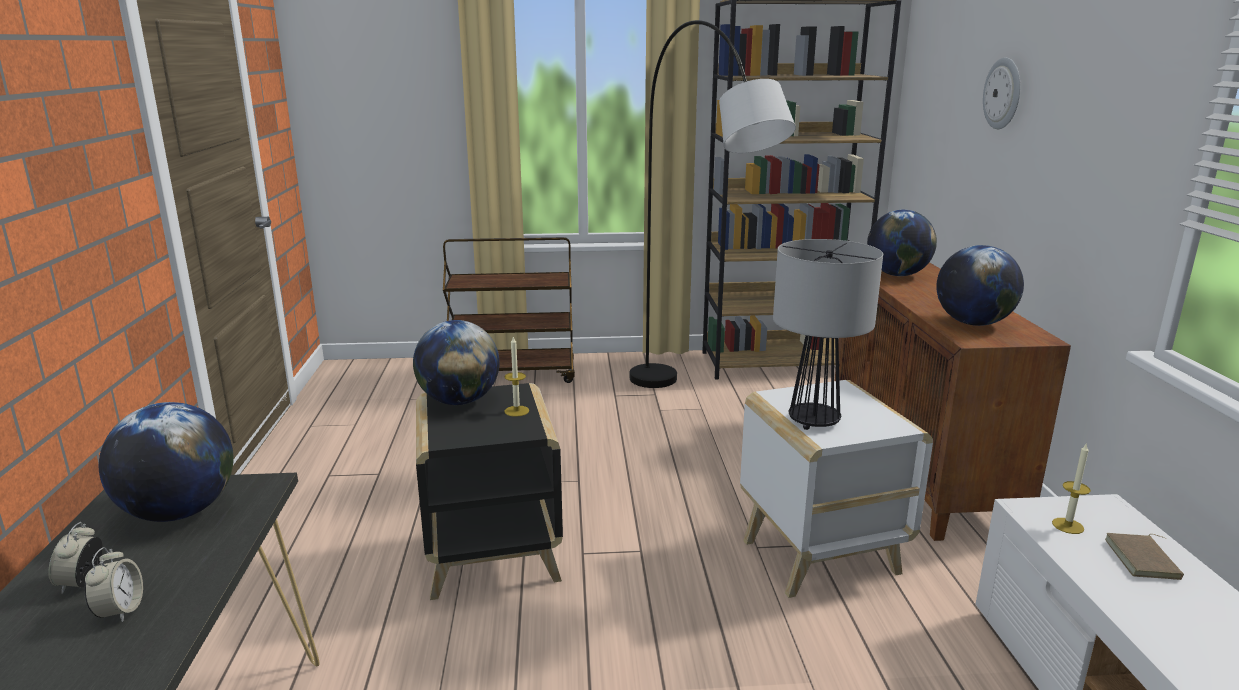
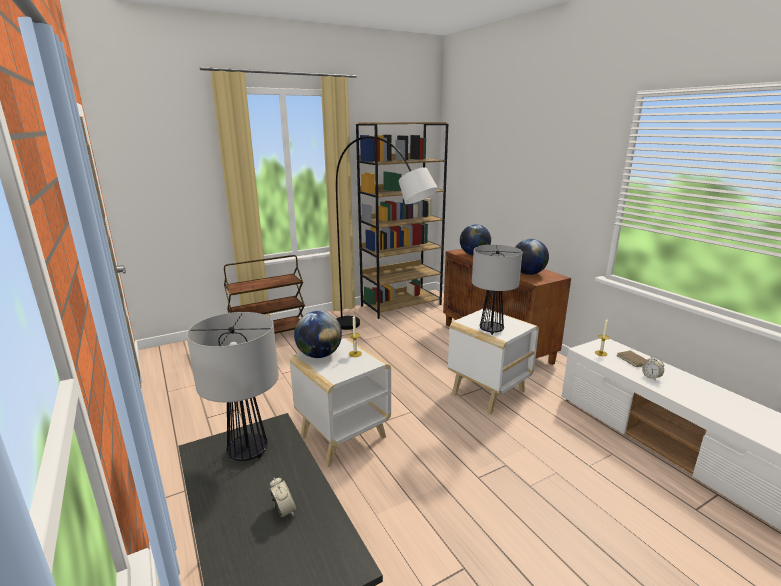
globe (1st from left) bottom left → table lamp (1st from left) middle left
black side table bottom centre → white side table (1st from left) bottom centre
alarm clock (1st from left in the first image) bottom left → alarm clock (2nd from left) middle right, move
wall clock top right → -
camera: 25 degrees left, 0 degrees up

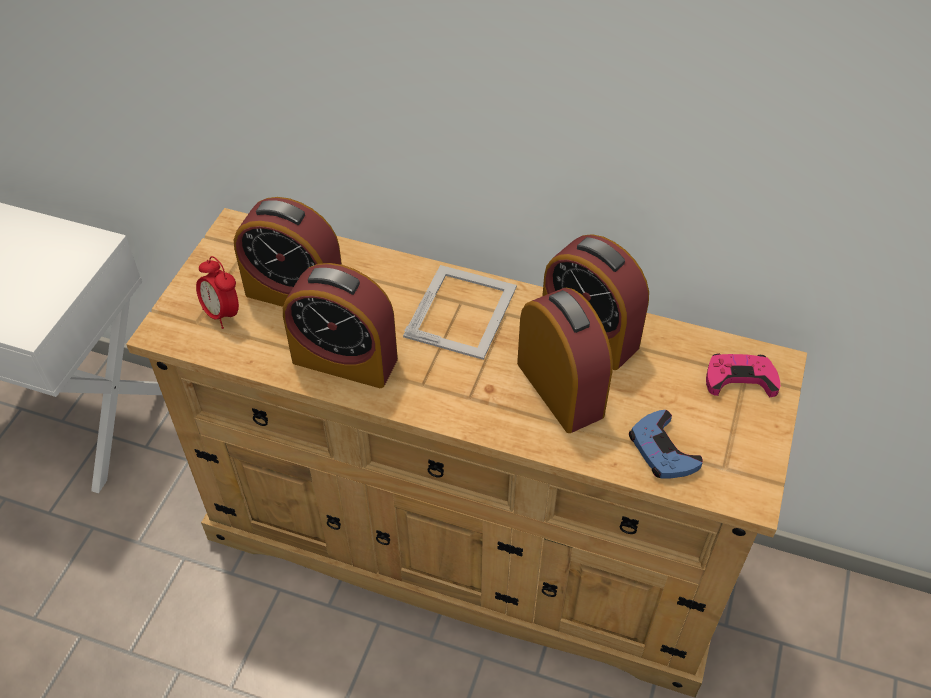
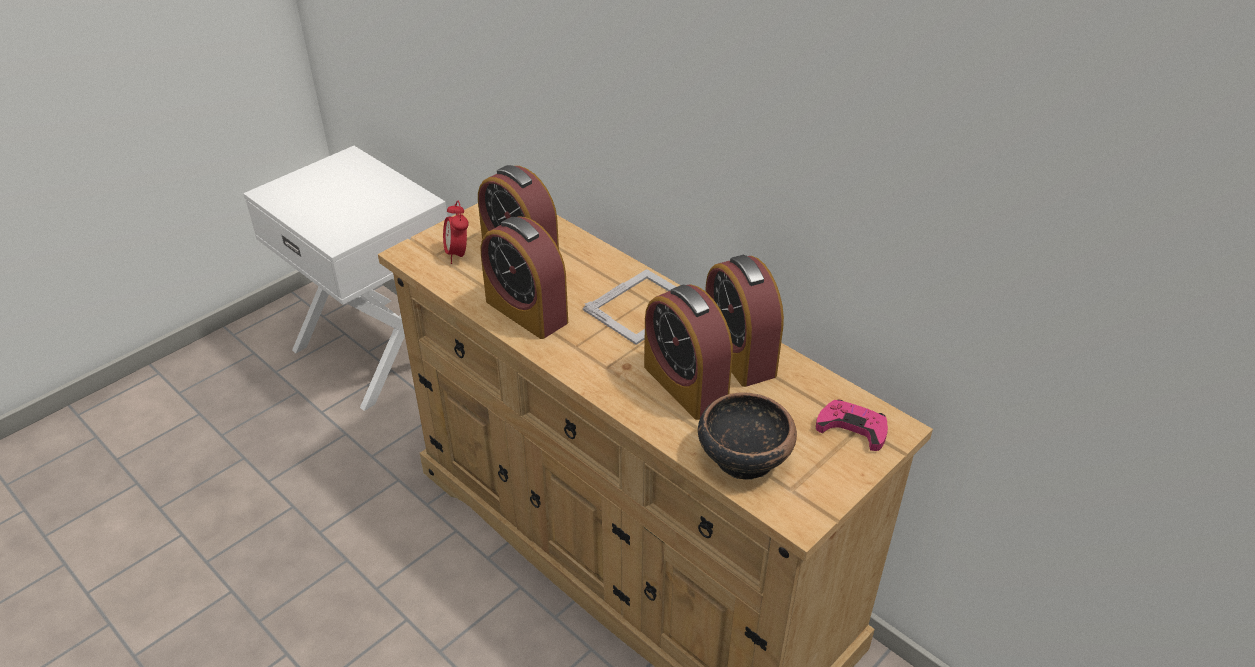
alarm clock (4th from left) centre, 150 degrees clockwise
blue game controller middle right → bowl centre
camera: 25 degrees right, 10 degrees down

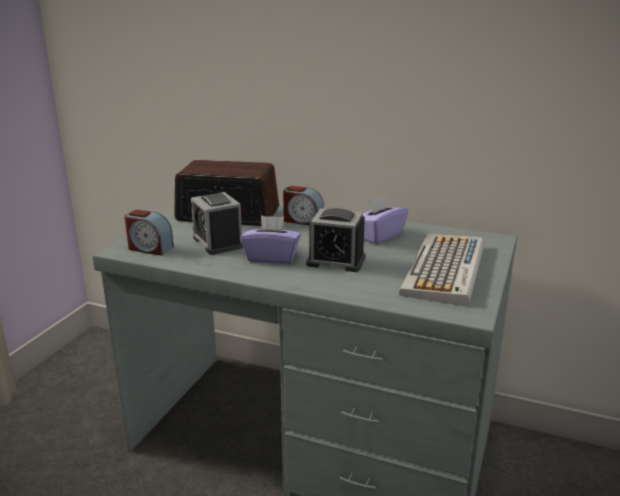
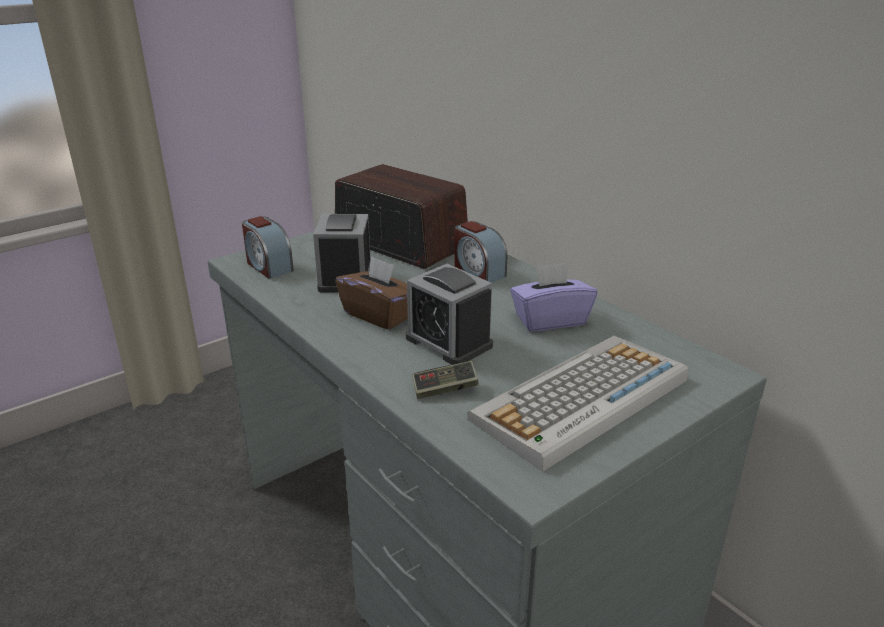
purple tissue box (1st from left) centre → brown tissue box centre
- → game controller centre
camera: 30 degrees right, 5 degrees up

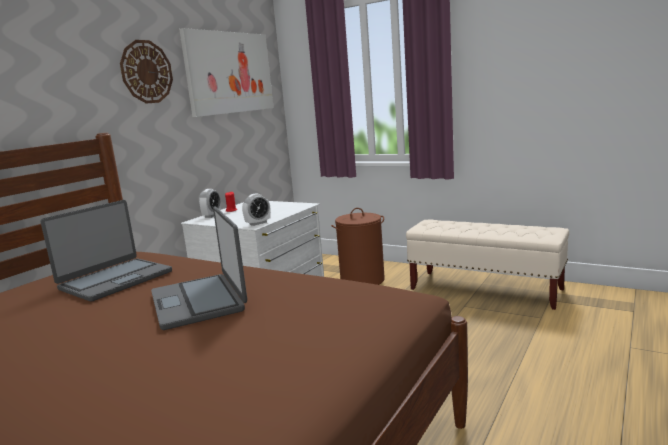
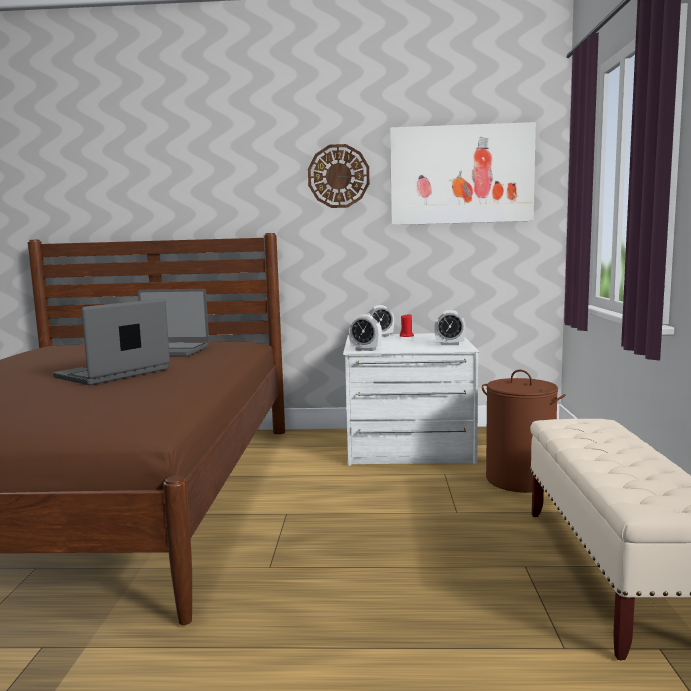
- → alarm clock (3rd from left) centre
camera: 60 degrees right, 5 degrees down

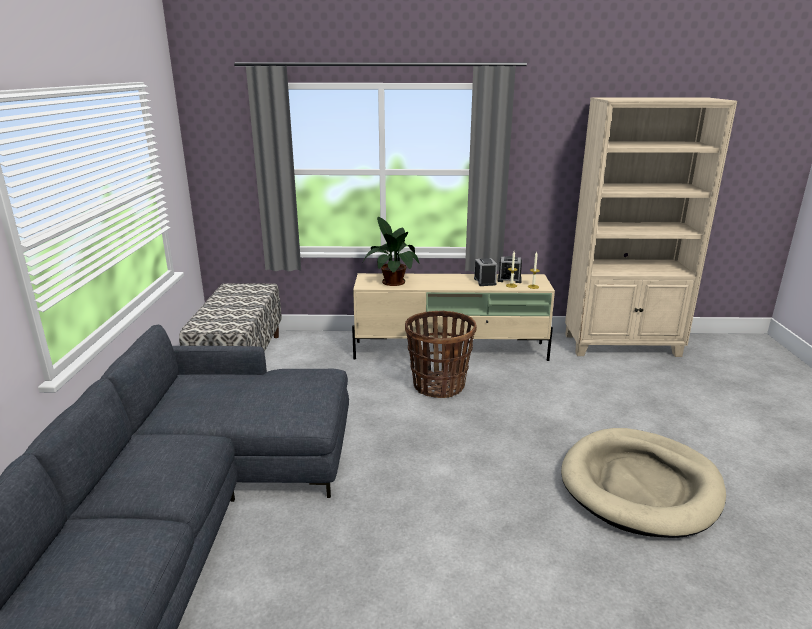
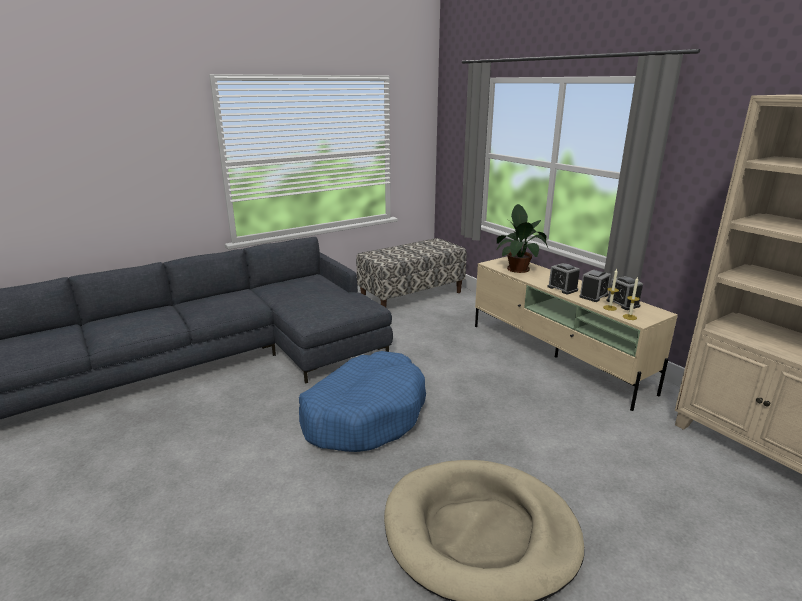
- → blue dog bed bottom centre
- → alarm clock (1st from left) middle right
basket centre → -
camera: 55 degrees right, 0 degrees up

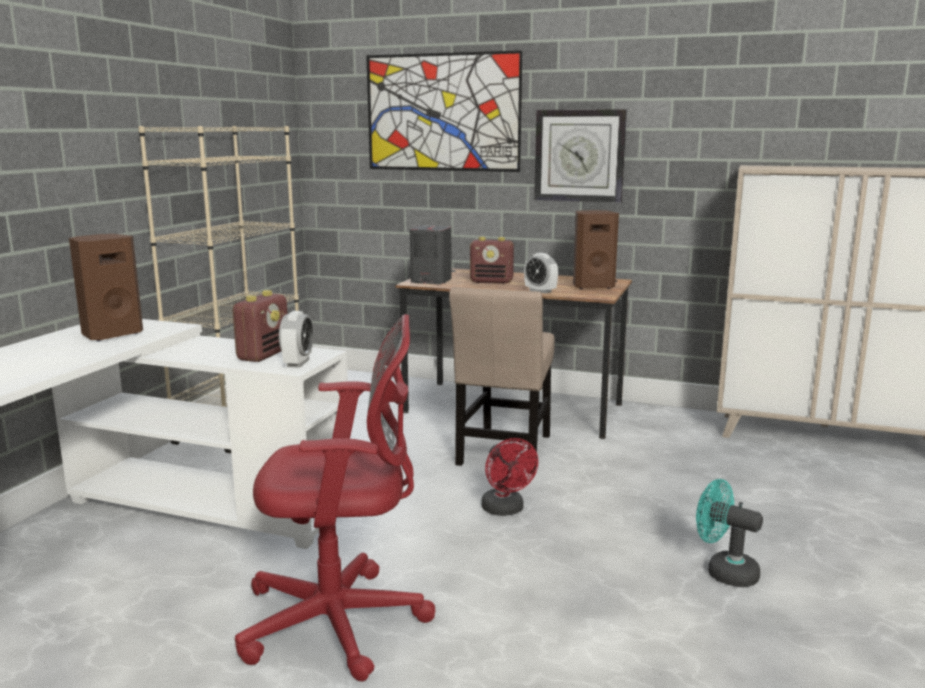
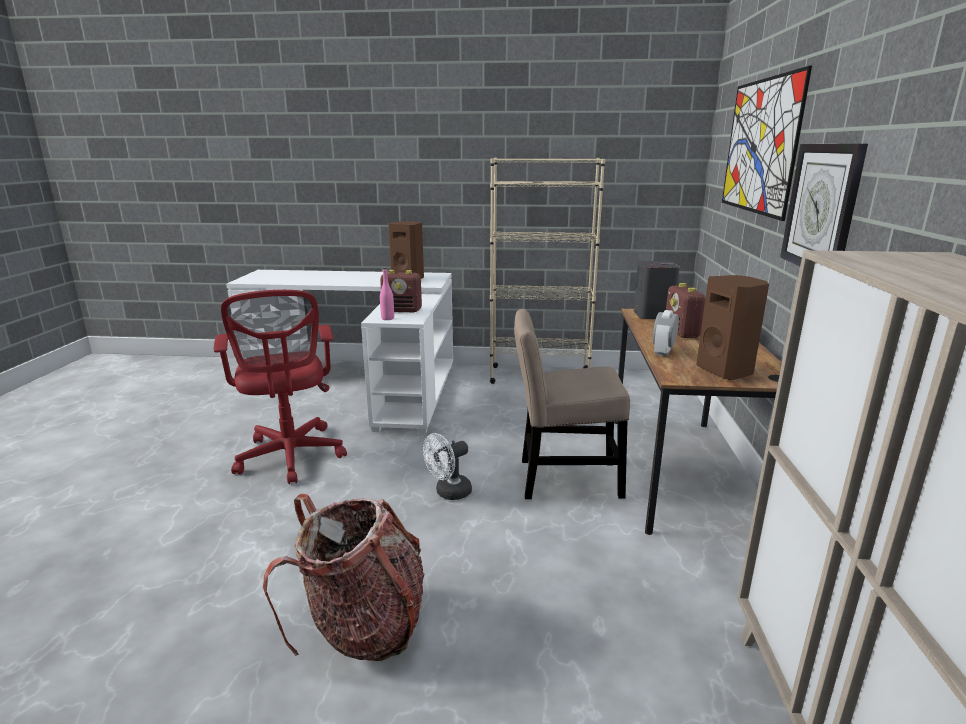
turquoise fan bottom right → backpack bottom centre
alarm clock (1st from left) middle left → pink bottle centre
red fan bottom centre → white fan centre
camera: 75 degrees right, 5 degrees up

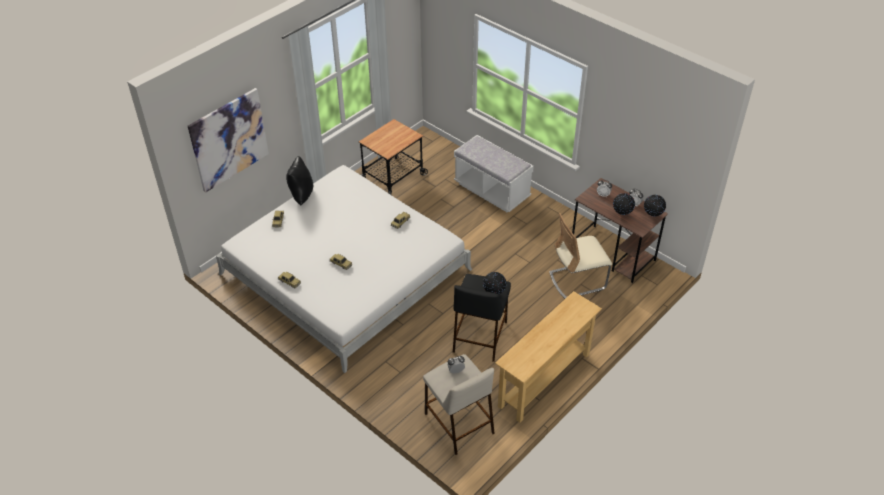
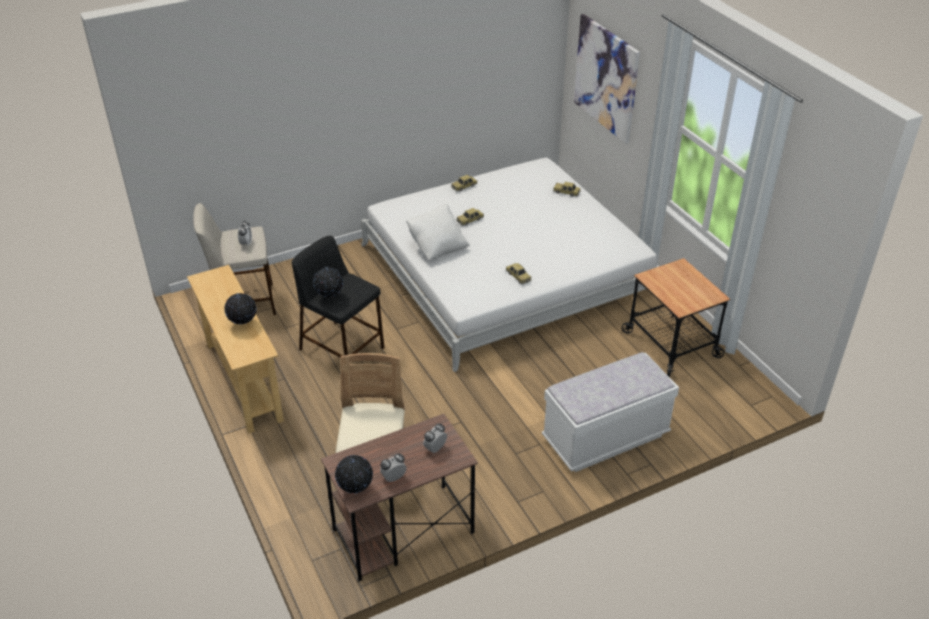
globe (2nd from left in the first image) middle right → globe (1st from left) middle left, move
- → white pillow centre
black pillow centre → -
camera: 110 degrees right, 5 degrees down

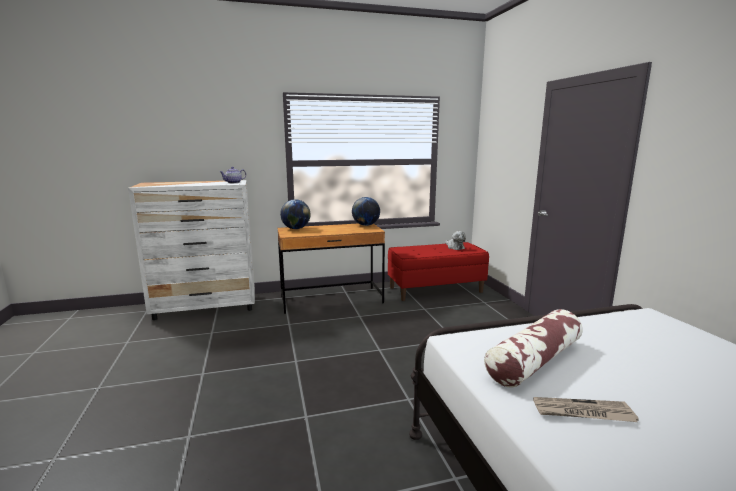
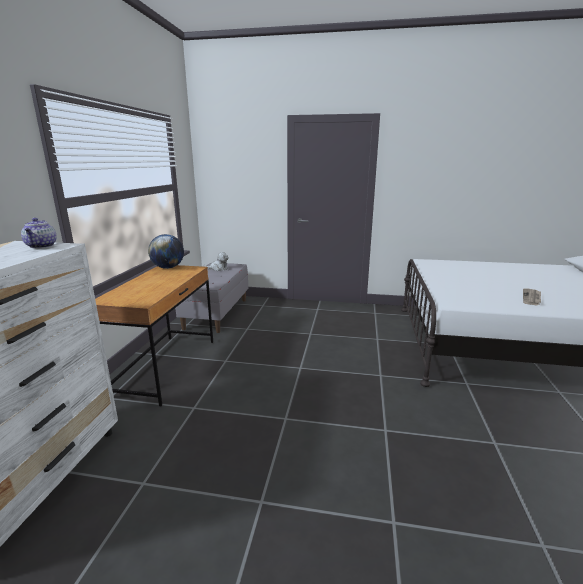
red bench centre → grey bench centre
globe (1st from left) centre → -
pillow bottom right → -
camera: 65 degrees left, 5 degrees up

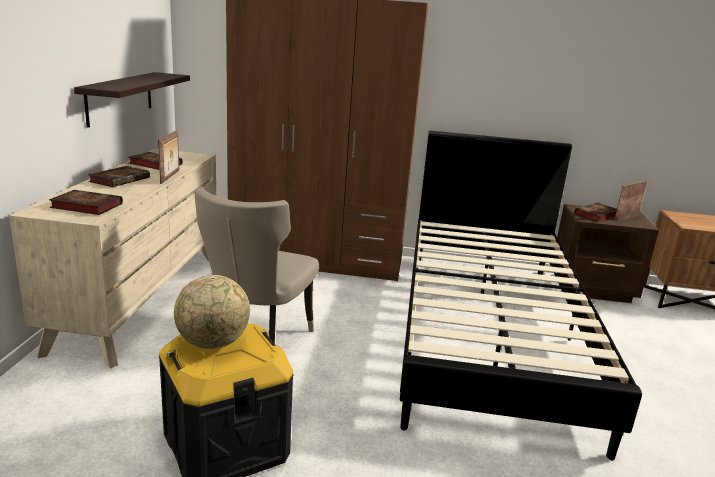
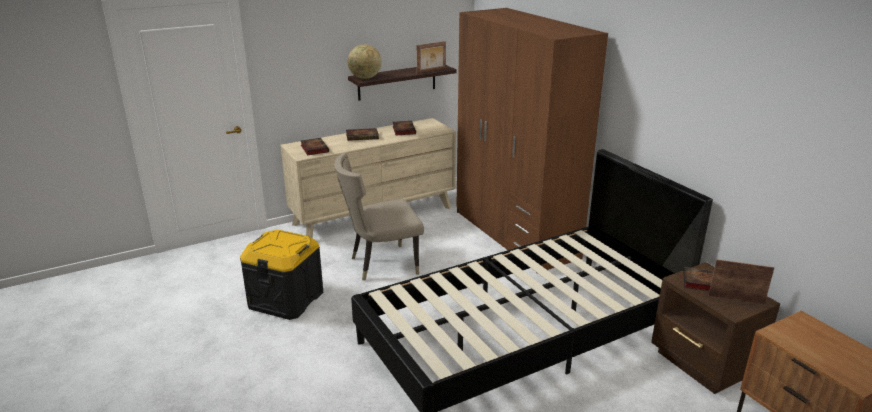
globe middle left → globe top centre, move
picture frame (1st from left) top left → picture frame (1st from left) top centre, move
camera: 55 degrees right, 5 degrees up

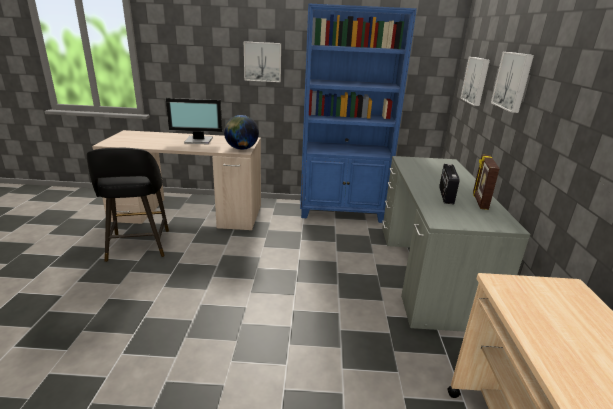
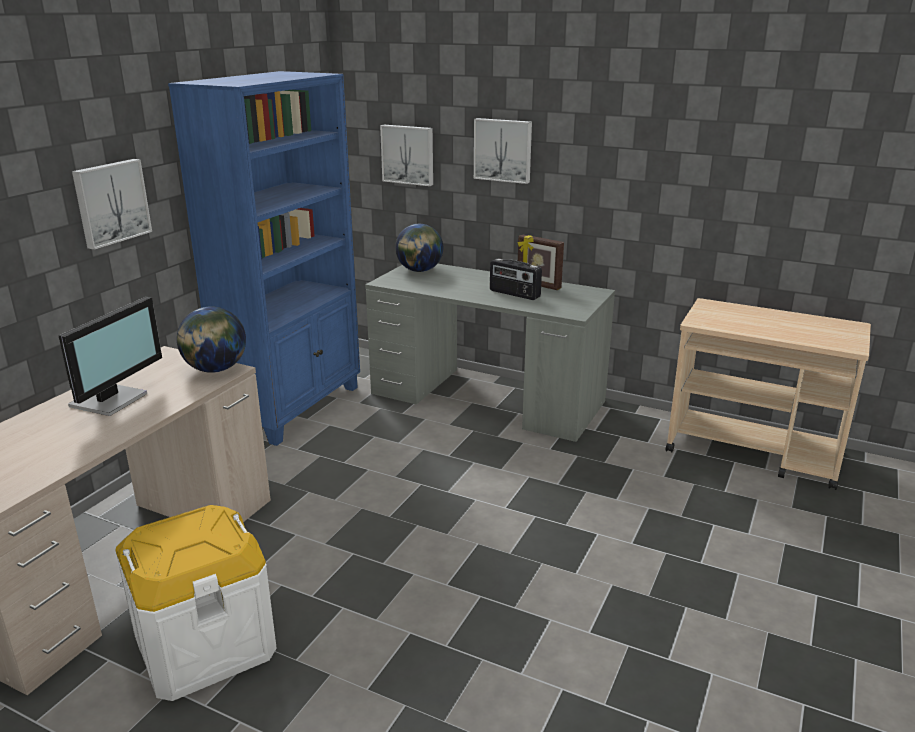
black stool middle left → white storage box bottom left
- → globe (2nd from left) centre
camera: 65 degrees left, 0 degrees up

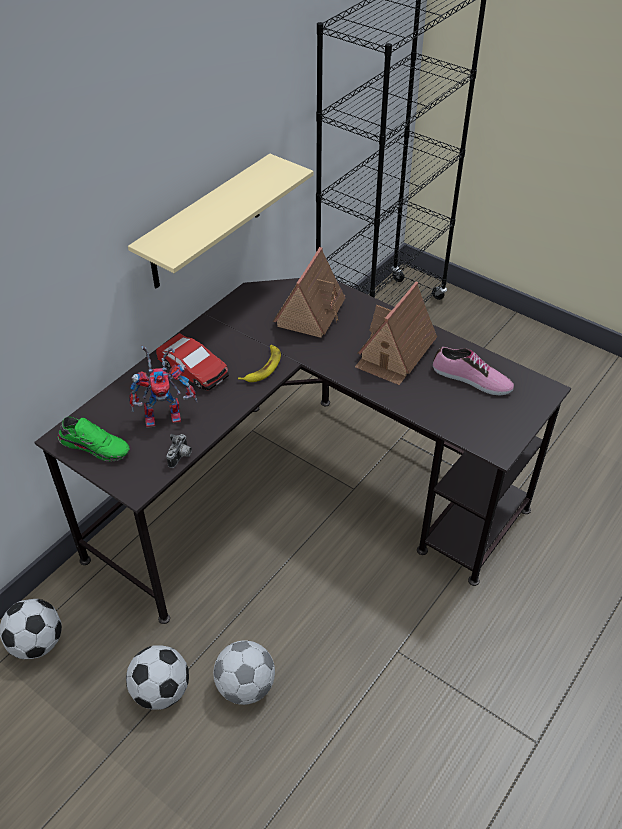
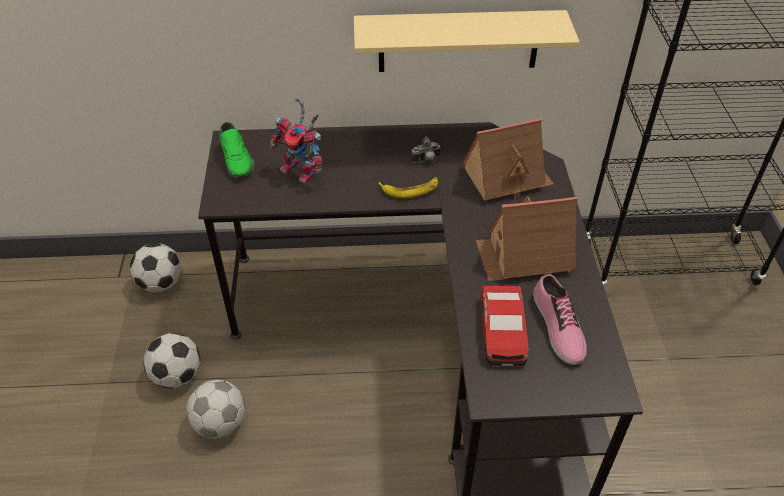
photo camera middle left → photo camera top centre, move
toy car middle left → toy car centre, move
camera: 50 degrees right, 0 degrees up

